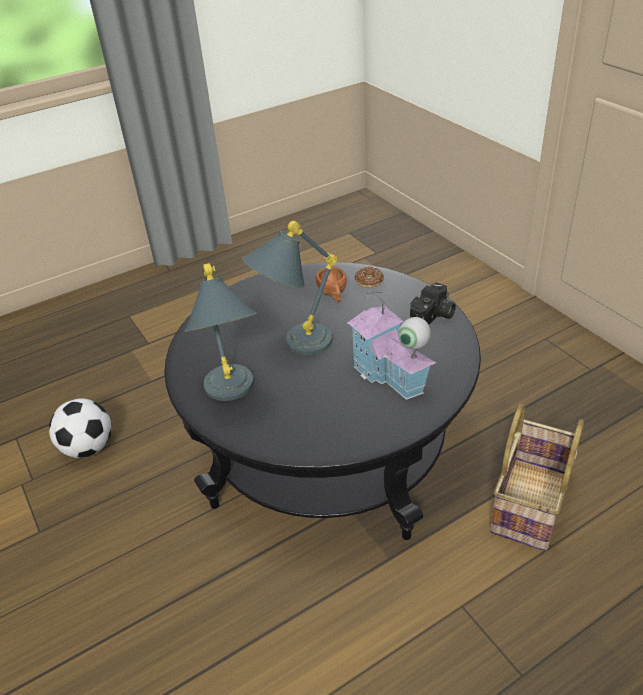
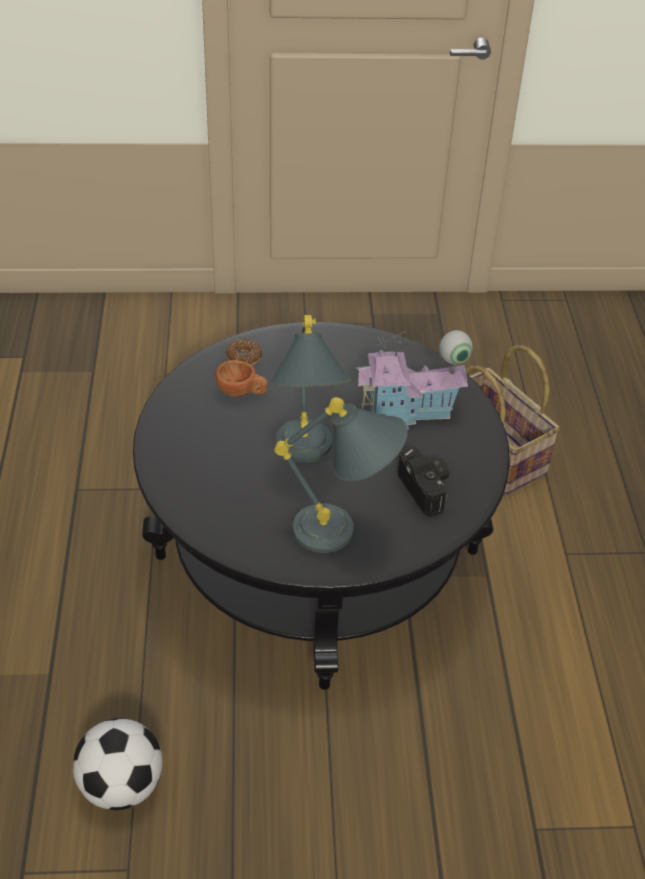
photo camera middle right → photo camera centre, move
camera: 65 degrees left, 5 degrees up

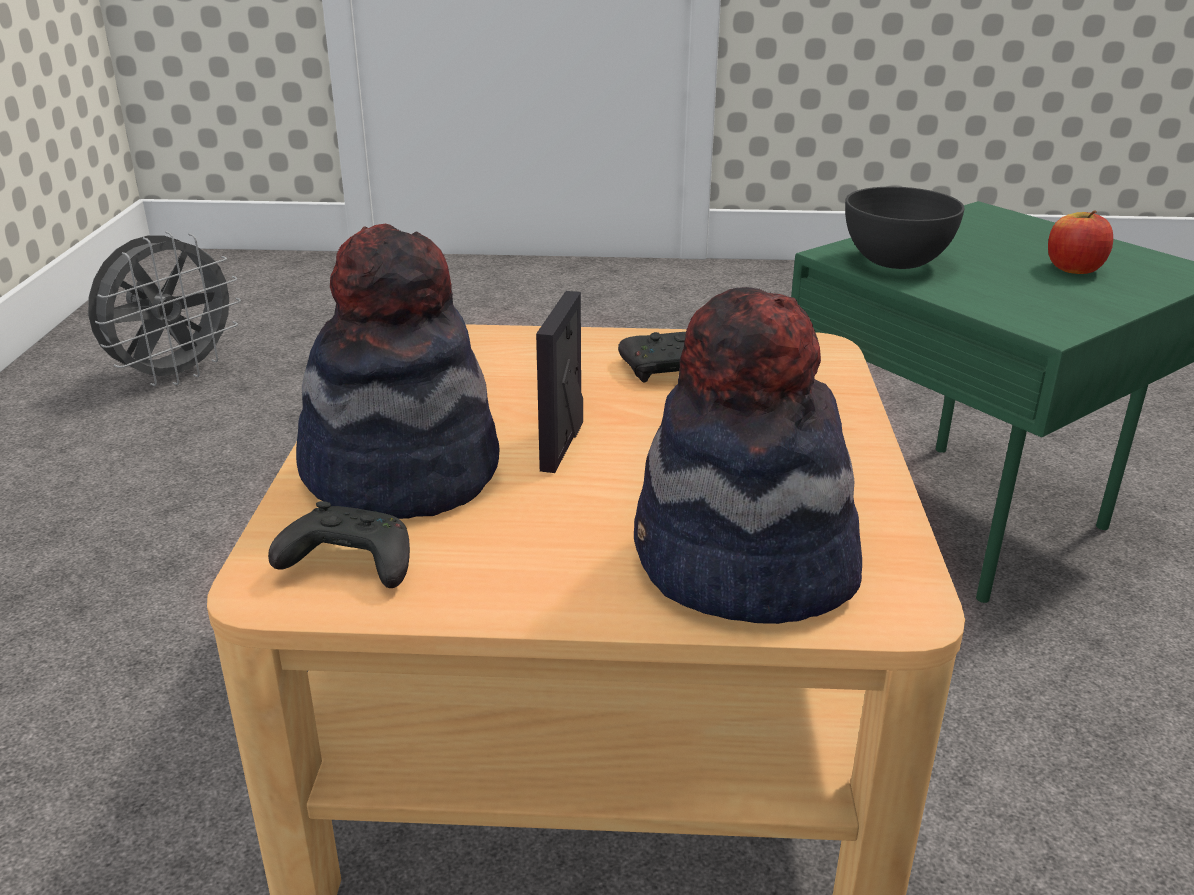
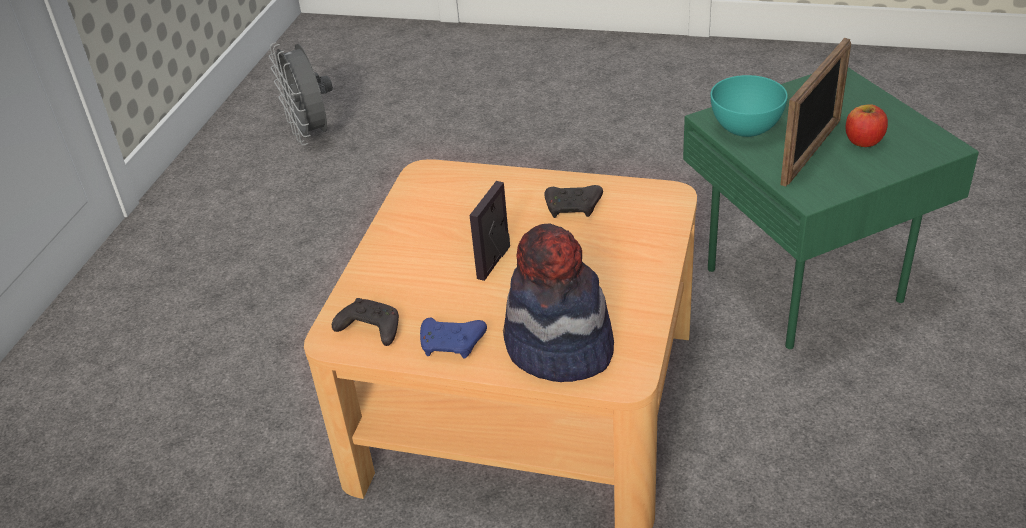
grey fan middle left → grey fan top left, 105 degrees clockwise
- → blue game controller centre
grey bowl top right → turquoise bowl top right
- → picture frame (2nd from left) top right
hat (1st from left) centre → -
camera: 15 degrees right, 10 degrees up

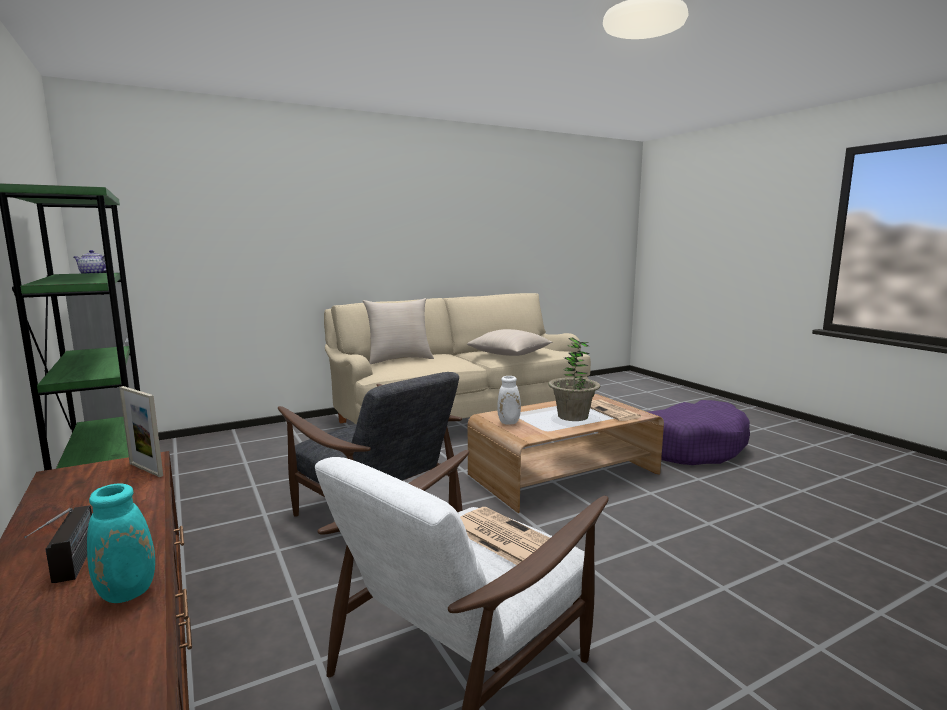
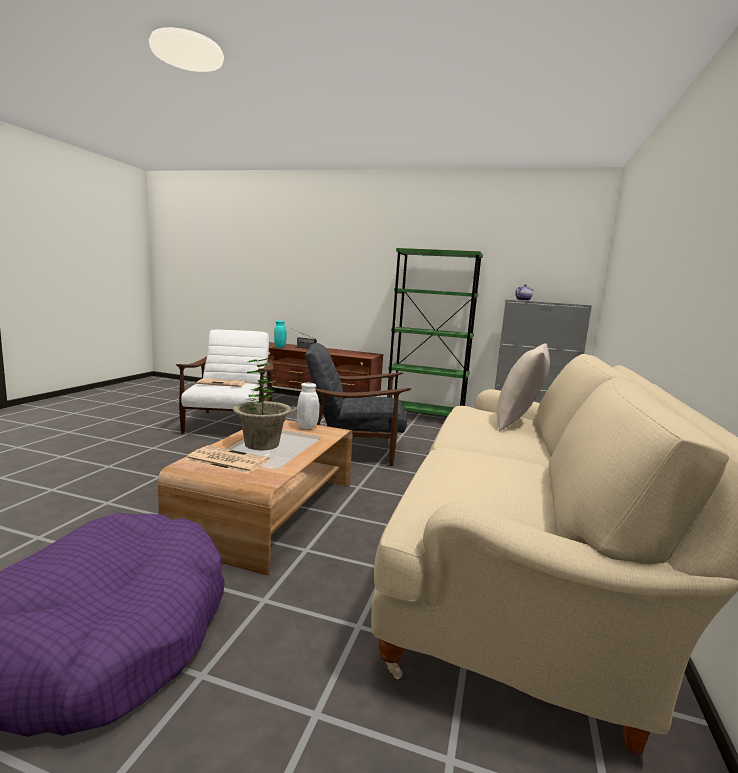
picture frame middle left → -
beige pillow (2nd from left) centre → -
camera: 135 degrees right, 0 degrees up

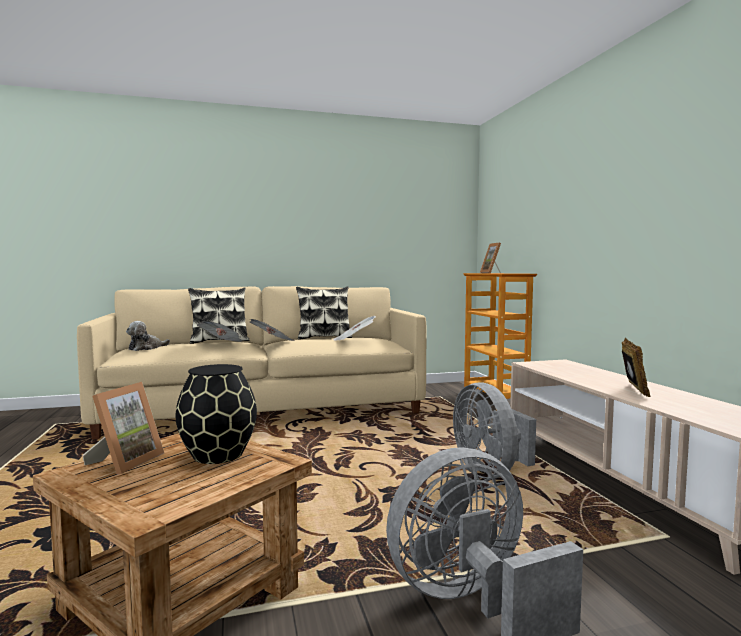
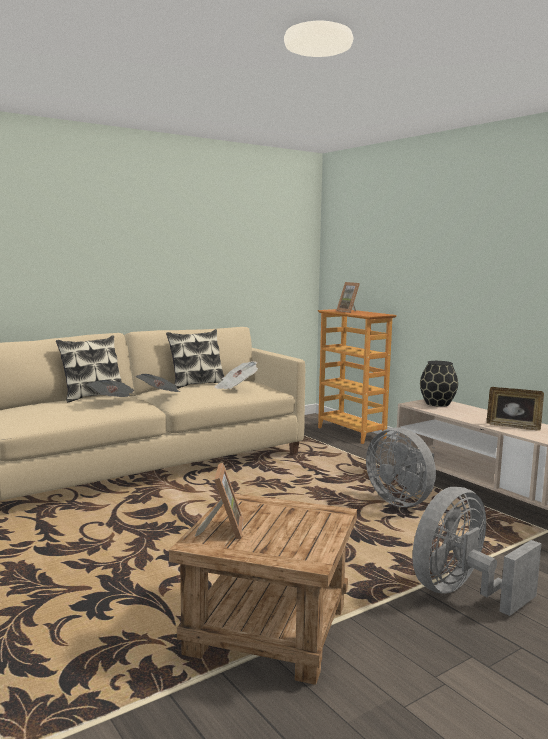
black vase middle left → black vase middle right, move
picture frame (3rd from left) middle right, 120 degrees clockwise
plush toy middle left → -
camera: 20 degrees left, 5 degrees up

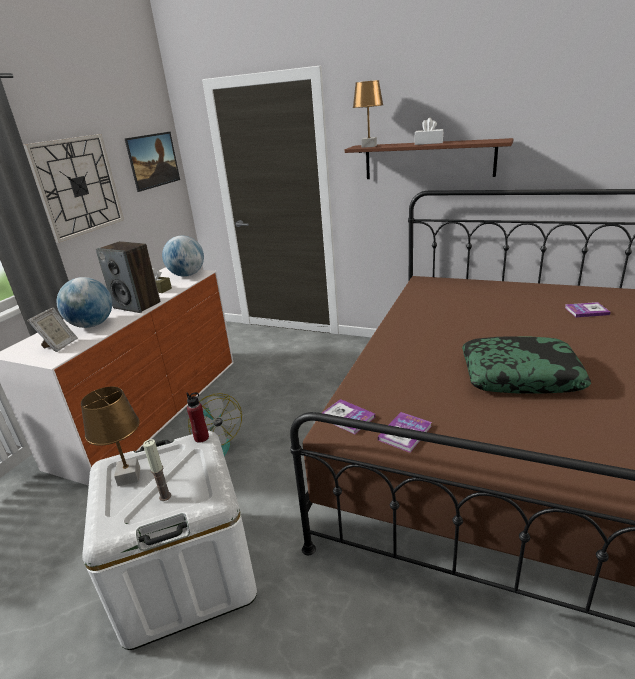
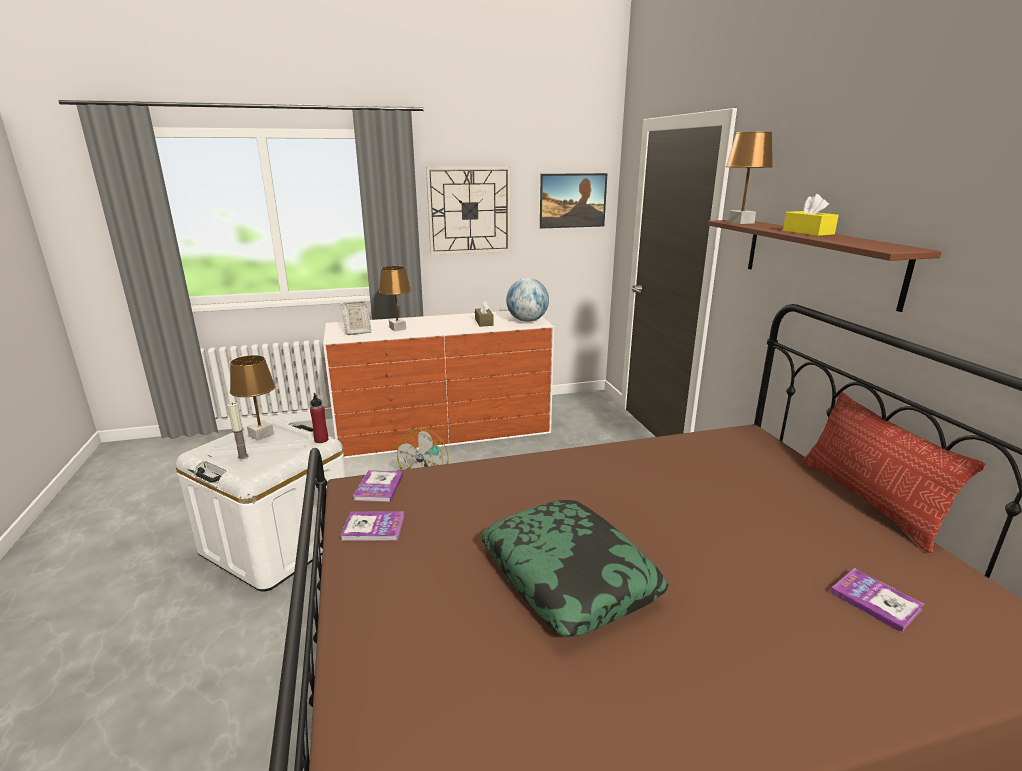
globe (1st from left) middle left → brown table lamp (2nd from left) centre
white tissue box top right → yellow tissue box top right
- → pillow (2nd from left) middle right
speaker middle left → -
camera: 50 degrees right, 5 degrees down

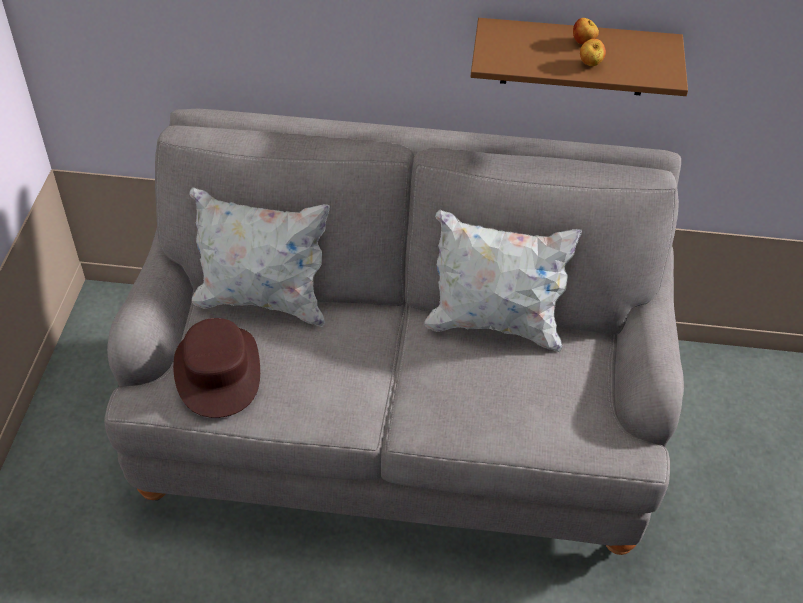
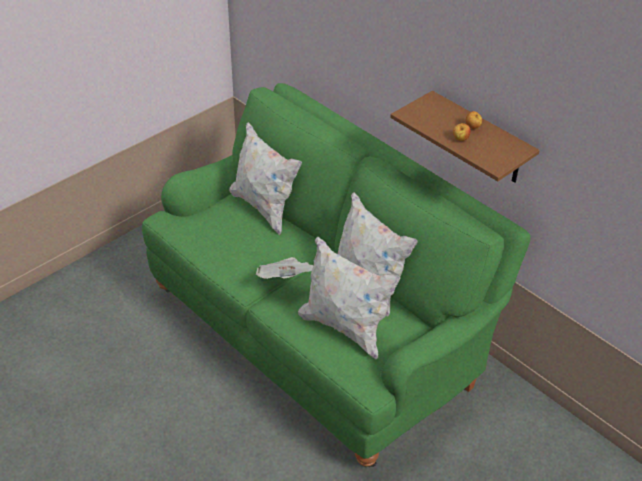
grey sofa centre → green sofa centre
- → newspaper centre
- → white pillow (2nd from left) centre
brown hat middle left → -
camera: 40 degrees right, 5 degrees down

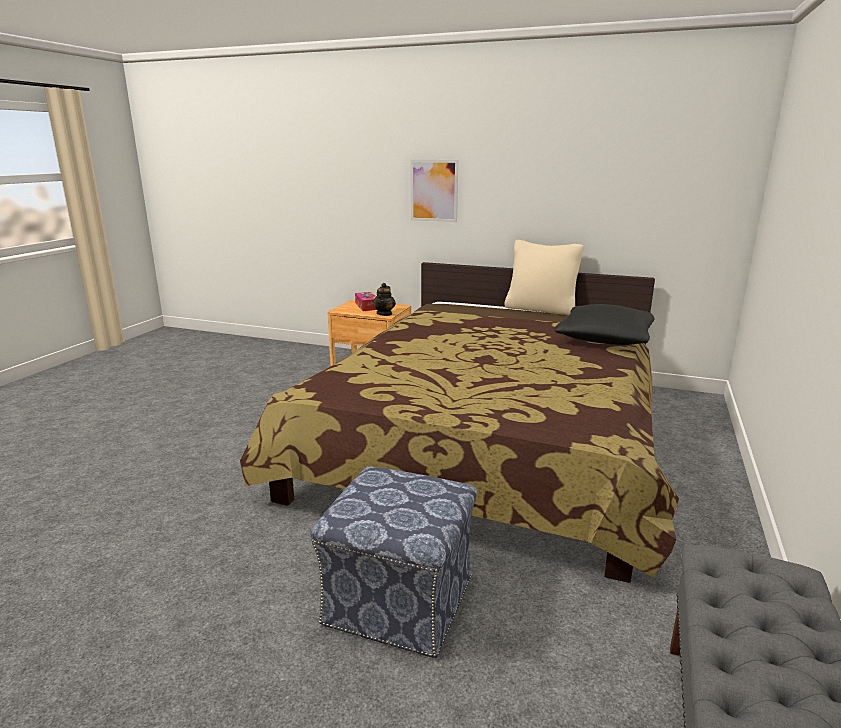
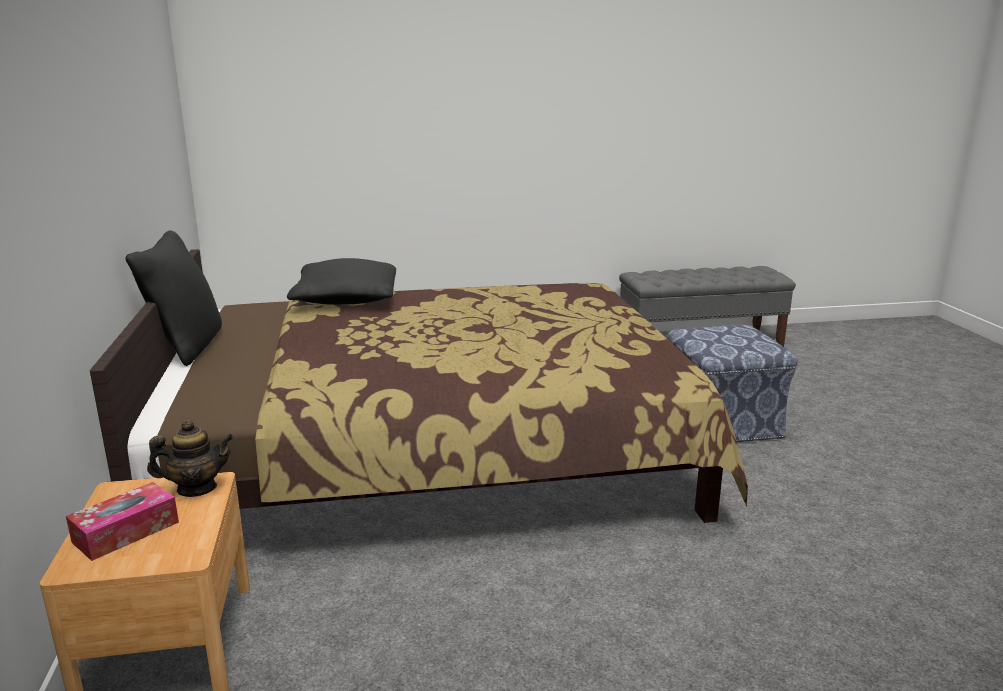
beige pillow centre → black pillow (1st from left) middle left
picture top centre → -
camera: 120 degrees left, 0 degrees up

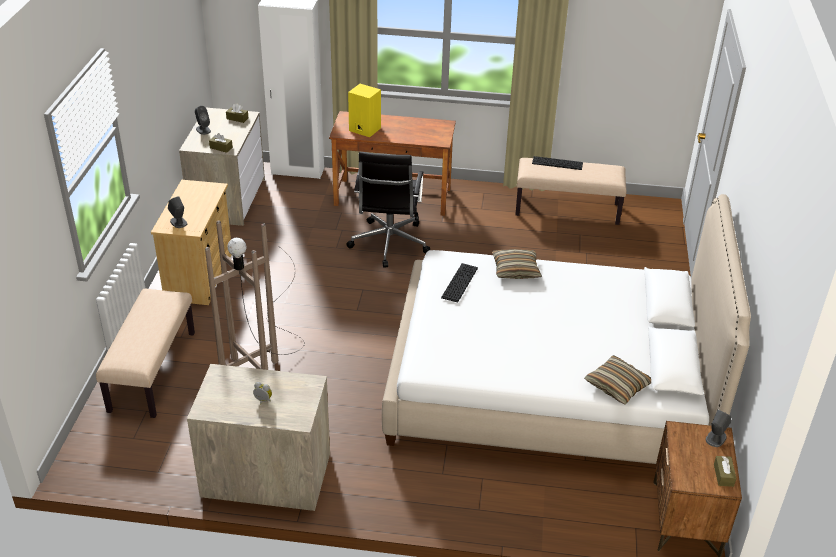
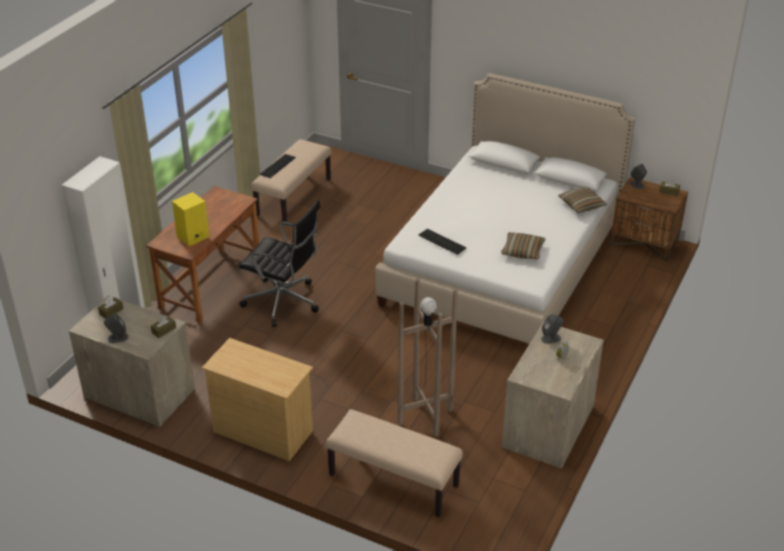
pillow (1st from left) centre → pillow (1st from left) middle right, move
grey speaker (1st from left in the first image) middle left → grey speaker (2nd from left) middle right, move
camera: 70 degrees left, 0 degrees up

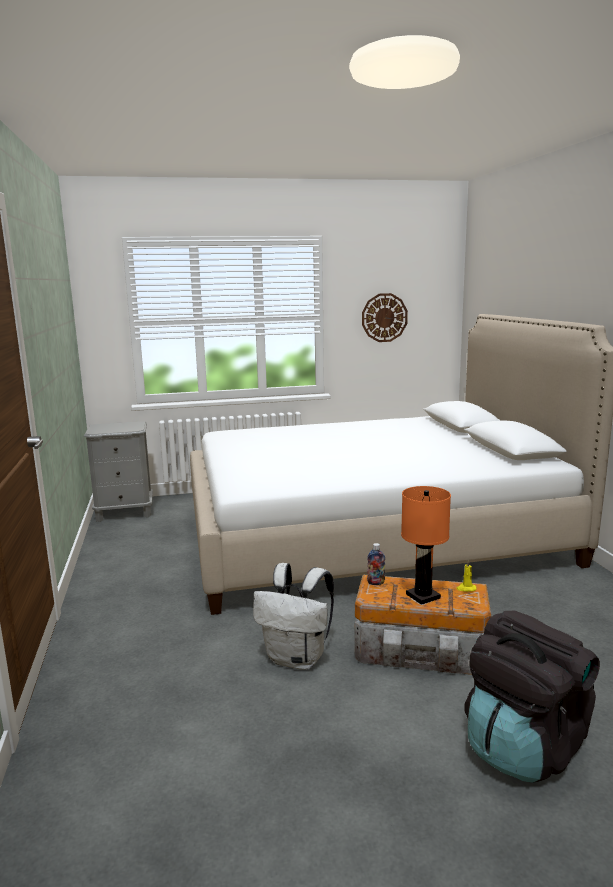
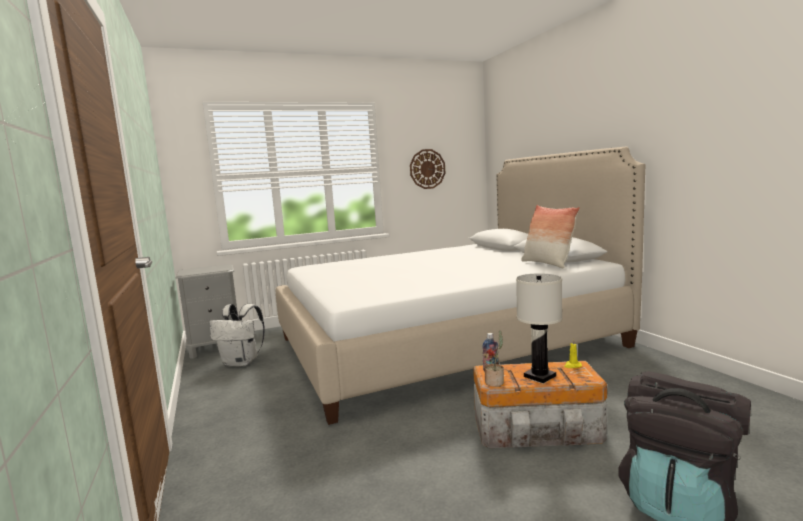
white backpack bottom centre → white backpack middle left, move
- → potted plant bottom centre
orange table lamp middle right → white table lamp middle right
- → pillow middle right
camera: 10 degrees left, 5 degrees down

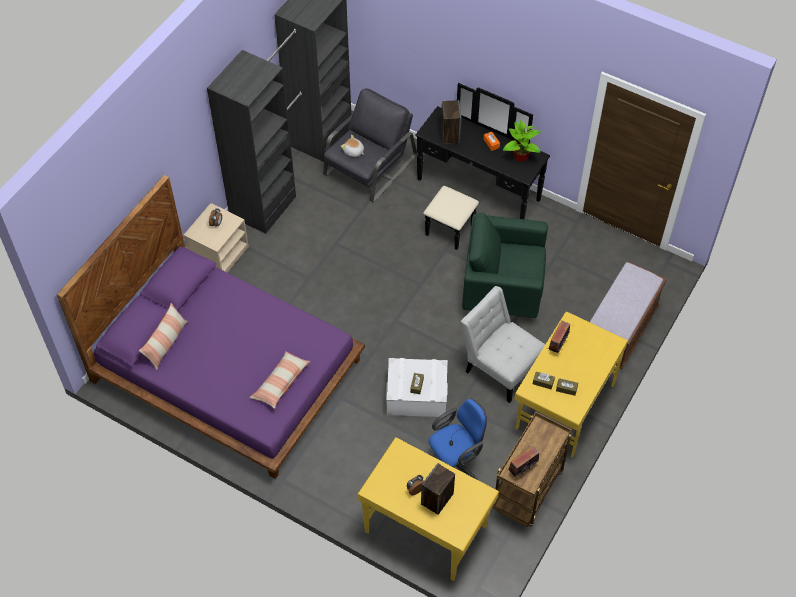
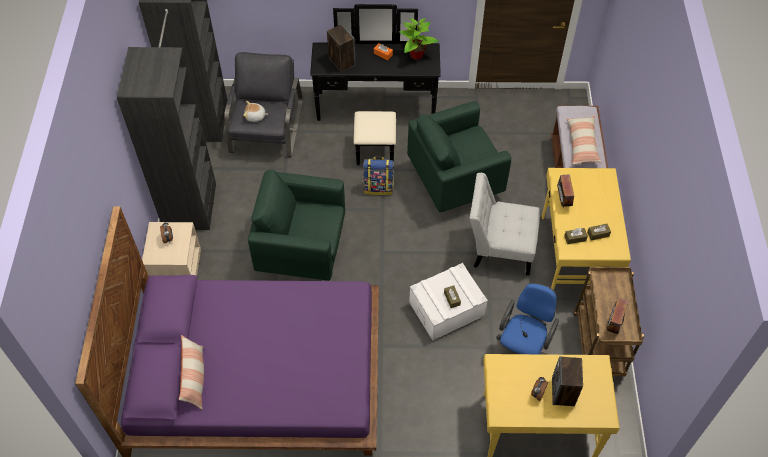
- → green armchair (1st from left) centre
- → backpack centre
pillow (2nd from left) centre → pillow (2nd from left) top right, move
camera: 30 degrees left, 0 degrees up

